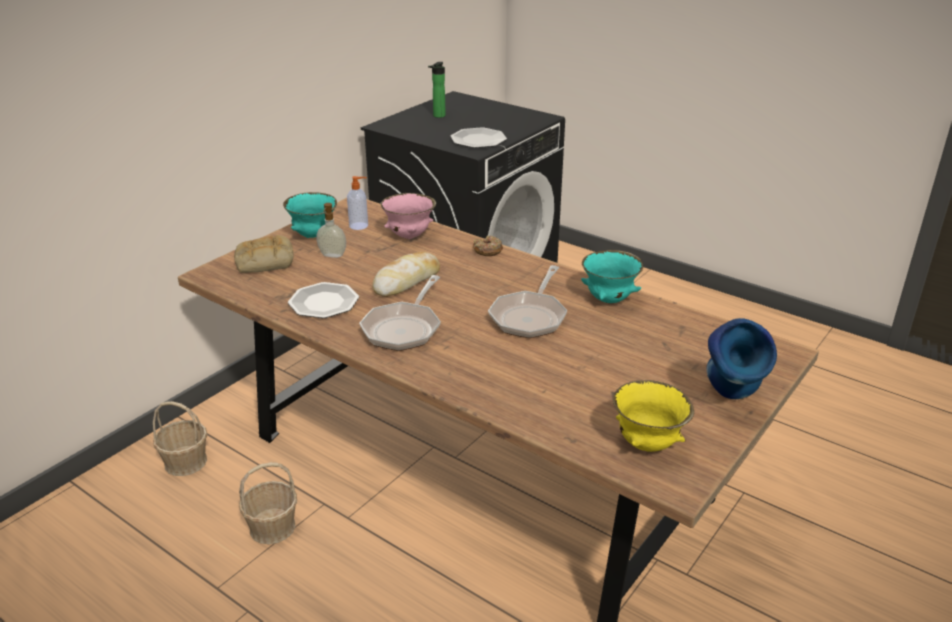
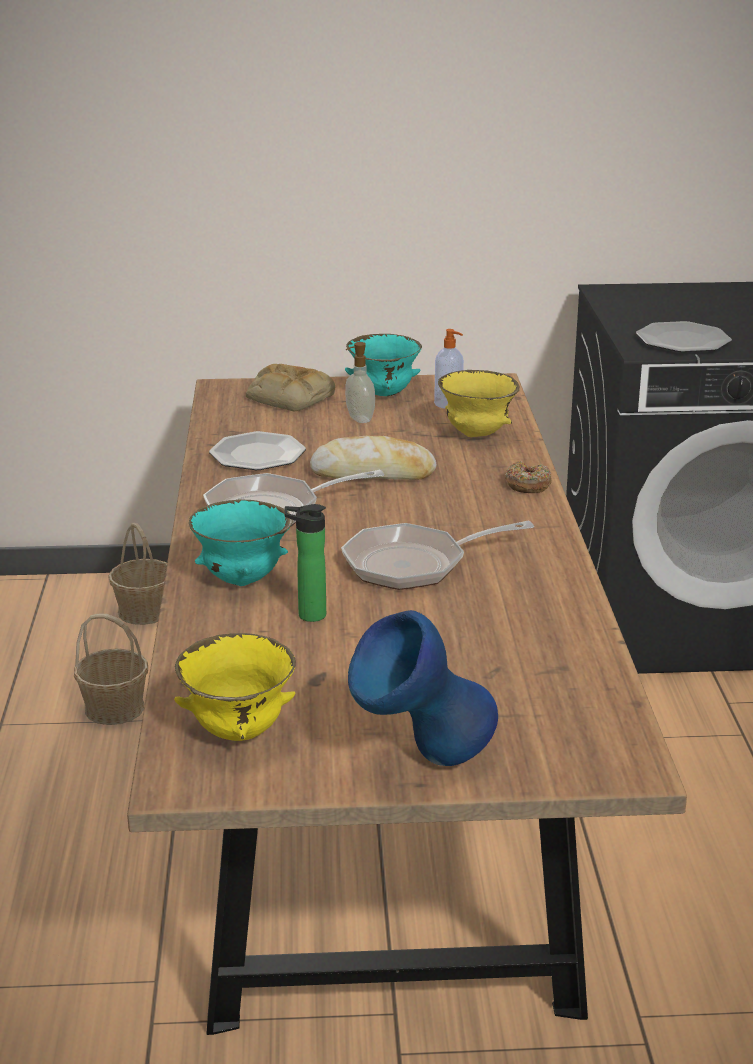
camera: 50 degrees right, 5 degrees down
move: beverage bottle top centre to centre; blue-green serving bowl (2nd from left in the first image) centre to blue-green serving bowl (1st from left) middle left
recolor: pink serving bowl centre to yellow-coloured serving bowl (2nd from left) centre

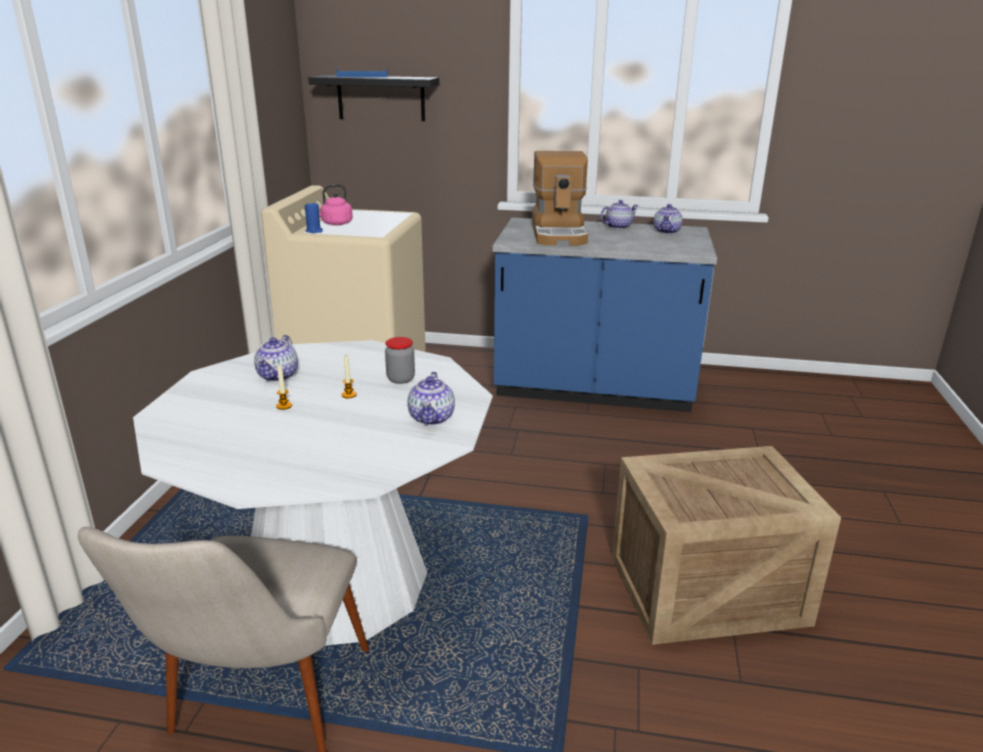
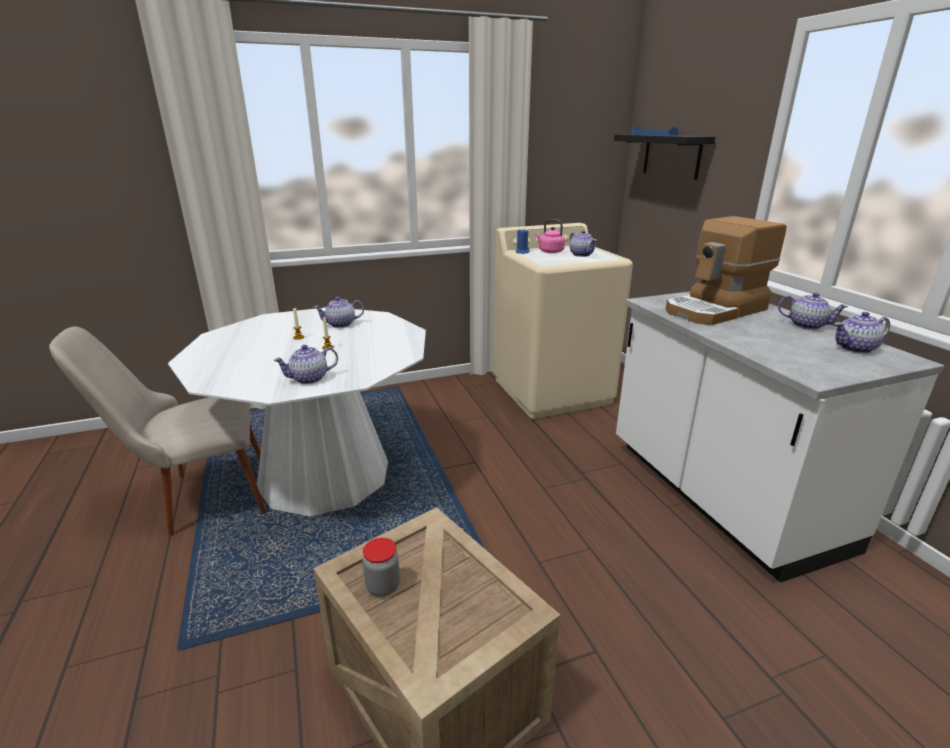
camera: 60 degrees right, 0 degrees up
insert: tea pot (3rd from left) top centre
move: jar centre to bottom centre
recolor: blue kitchen base unit centre to white-coloured kitchen base unit middle right

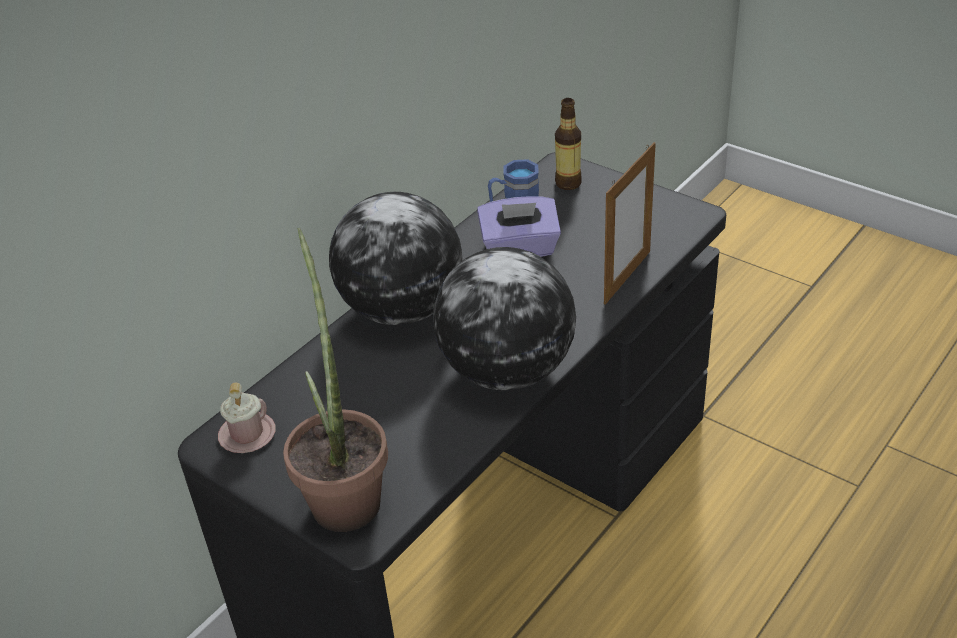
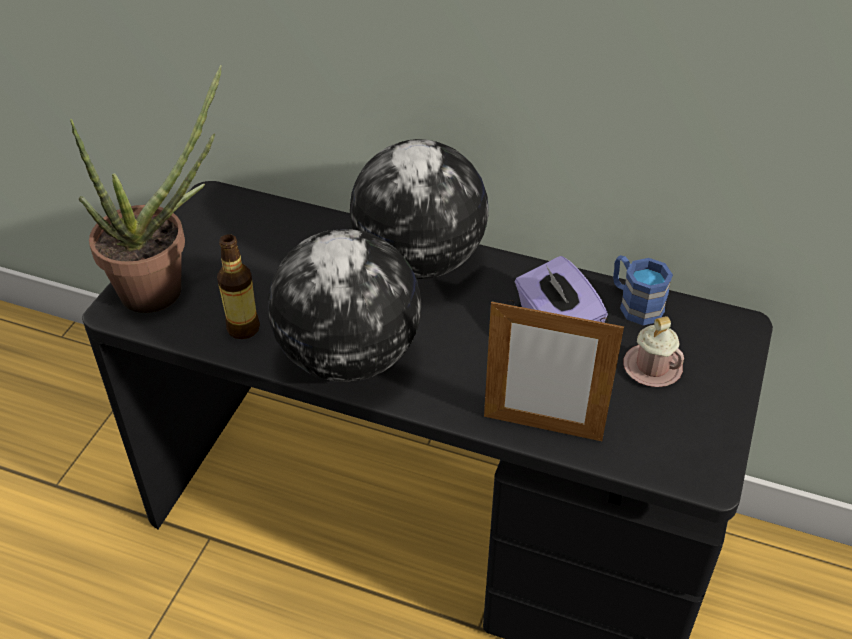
camera: 70 degrees right, 5 degrees up
move: pink tea mug middle left to middle right; beverage bottle top centre to middle left

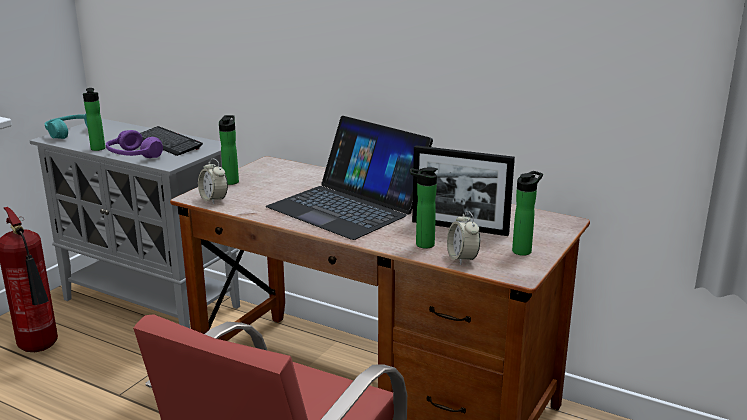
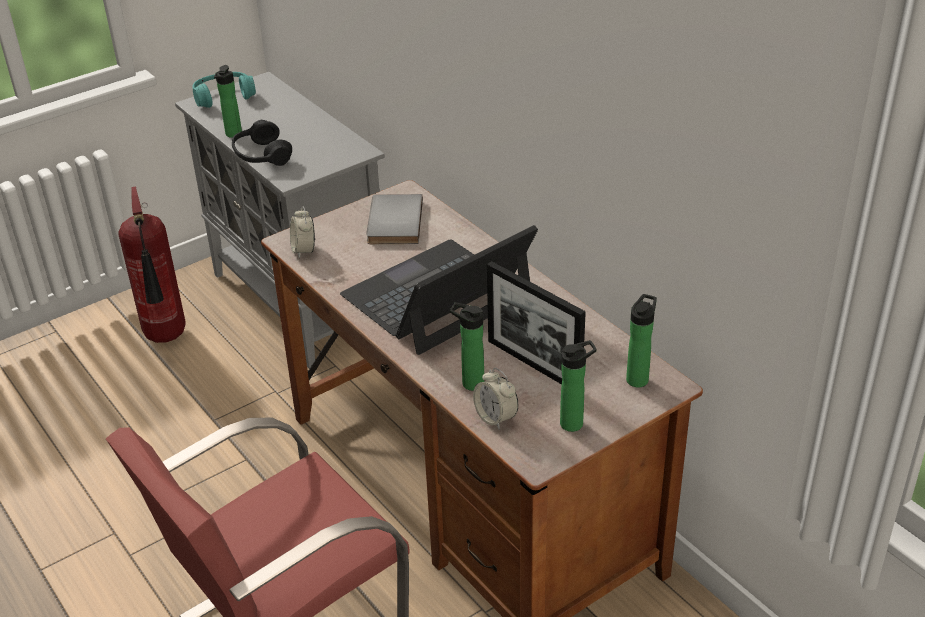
camera: 25 degrees right, 15 degrees up
delete: PC keyboard middle left
insert: greyish book centre
move: beverage bottle (2nd from left in the first image) middle left to beverage bottle (4th from left) middle right
recolor: purple headset middle left to black-coloured headset top left
rotate: portable computer centre = centre 75 degrees clockwise; table clock (2nd from left) centre = centre 45 degrees counterclockwise

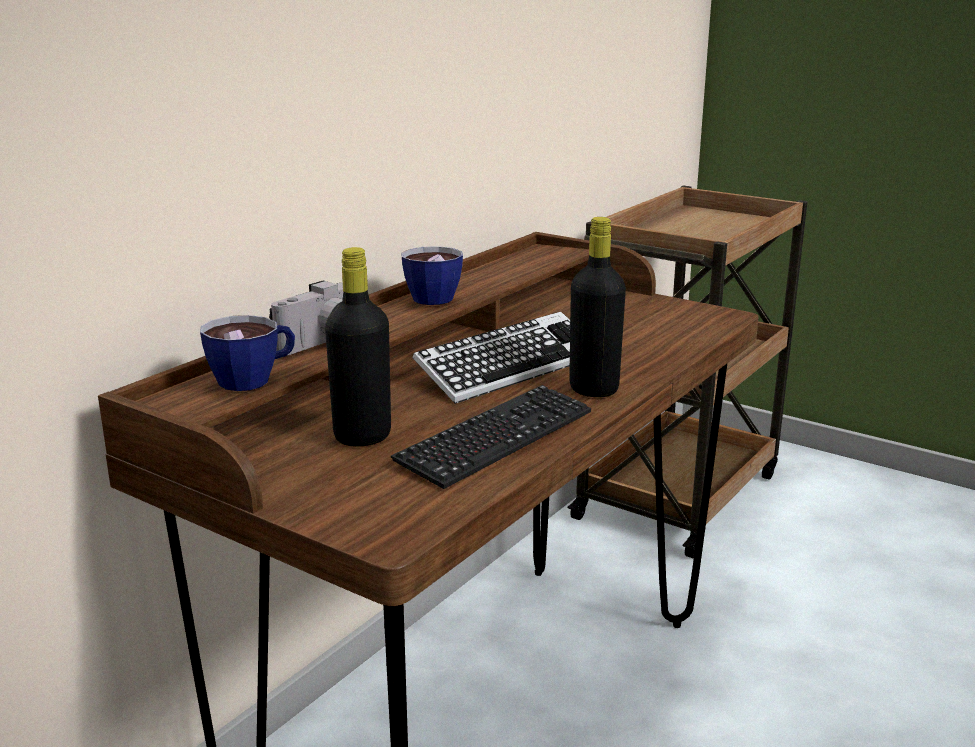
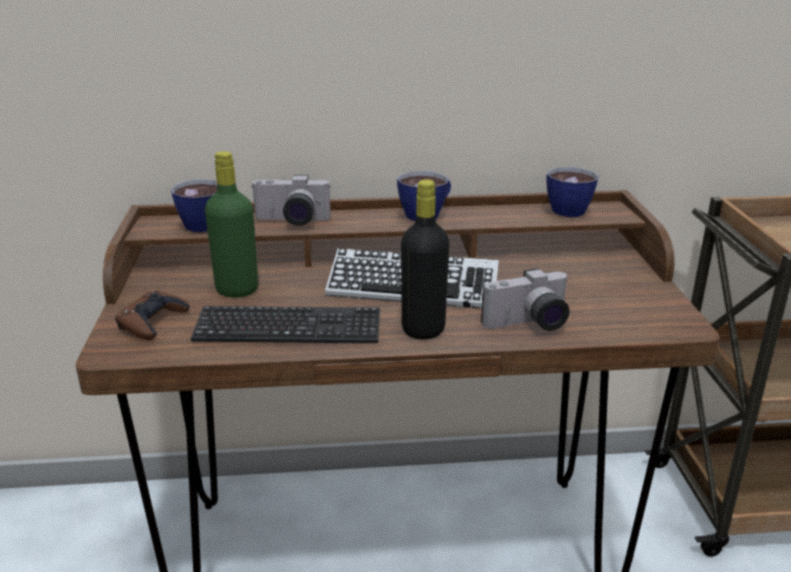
camera: 50 degrees right, 5 degrees up
insert: brown joypad middle left; still camera (2nd from left) centre; small cup (3rd from left) middle right
recolor: black-coloured beverage bottle (1st from left) centre to green-coloured beverage bottle middle left

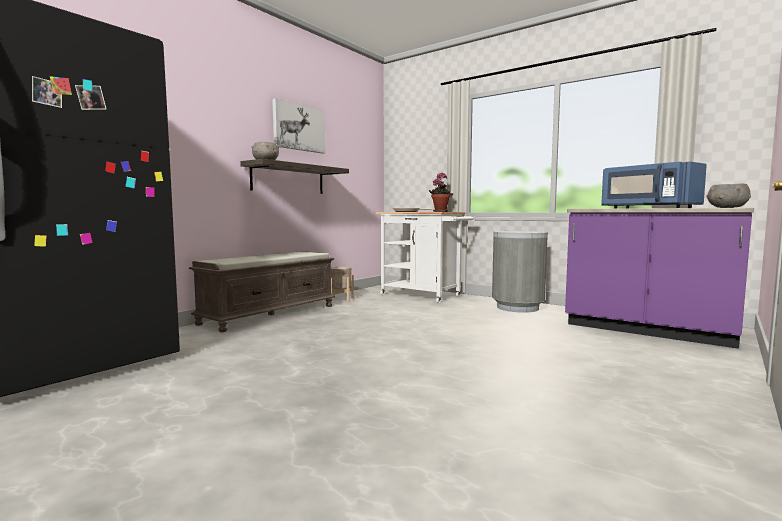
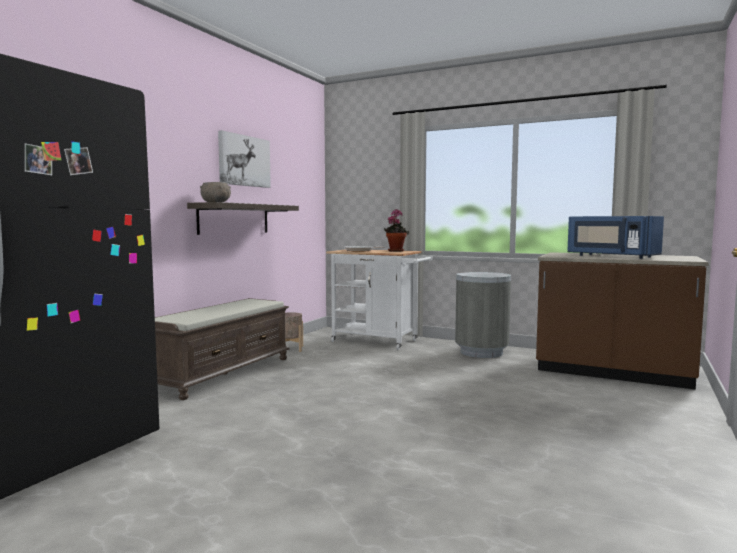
camera: 10 degrees left, 0 degrees up
delete: greyish serving bowl (2nd from left) middle right
recolor: purple kitchen base unit middle right to brown kitchen base unit middle right

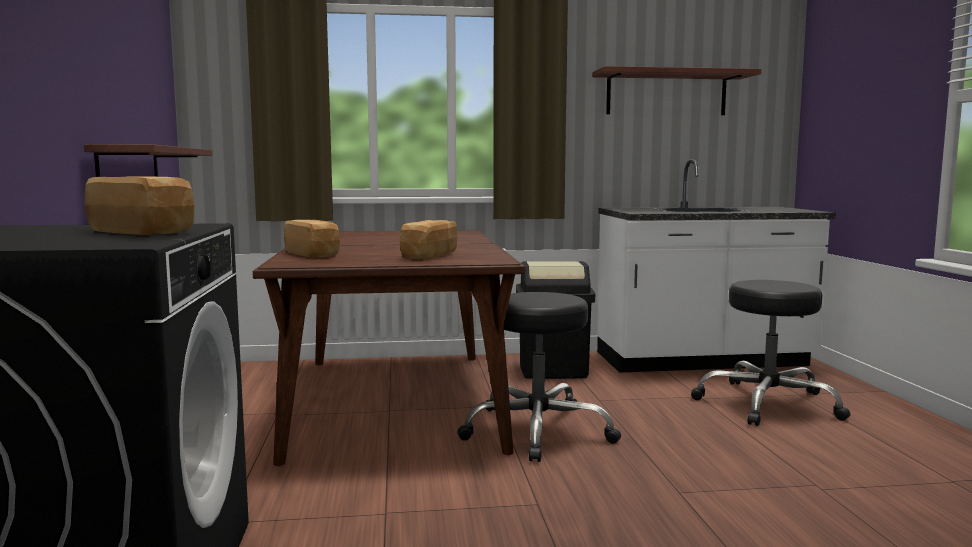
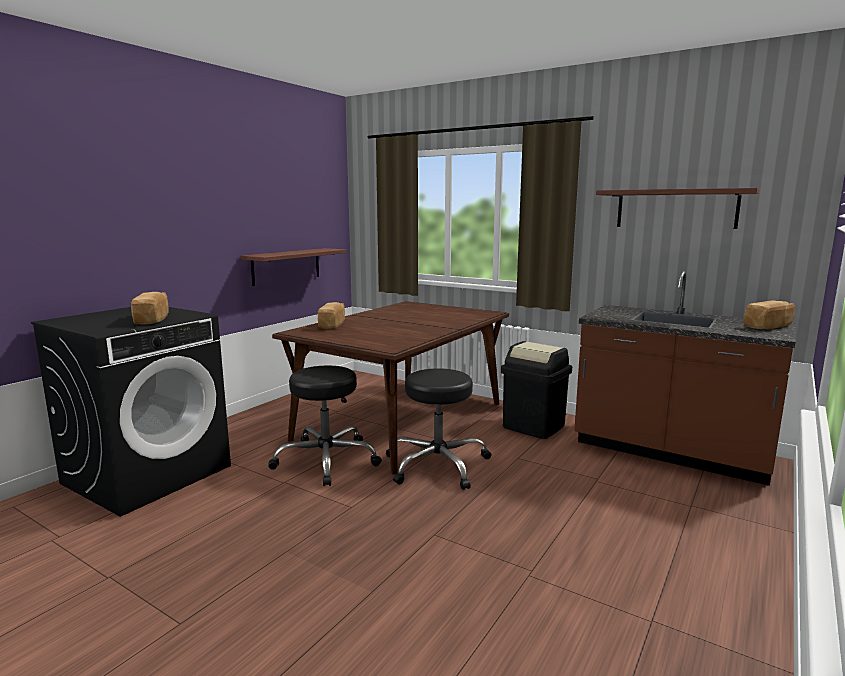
camera: 40 degrees right, 5 degrees up
move: bakery bread (3rd from left) centre to middle right; black-coloured stool seat (2nd from left in the first image) middle right to black-coloured stool seat (1st from left) centre
recolor: white-coloured kitchen base unit middle right to brown kitchen base unit middle right

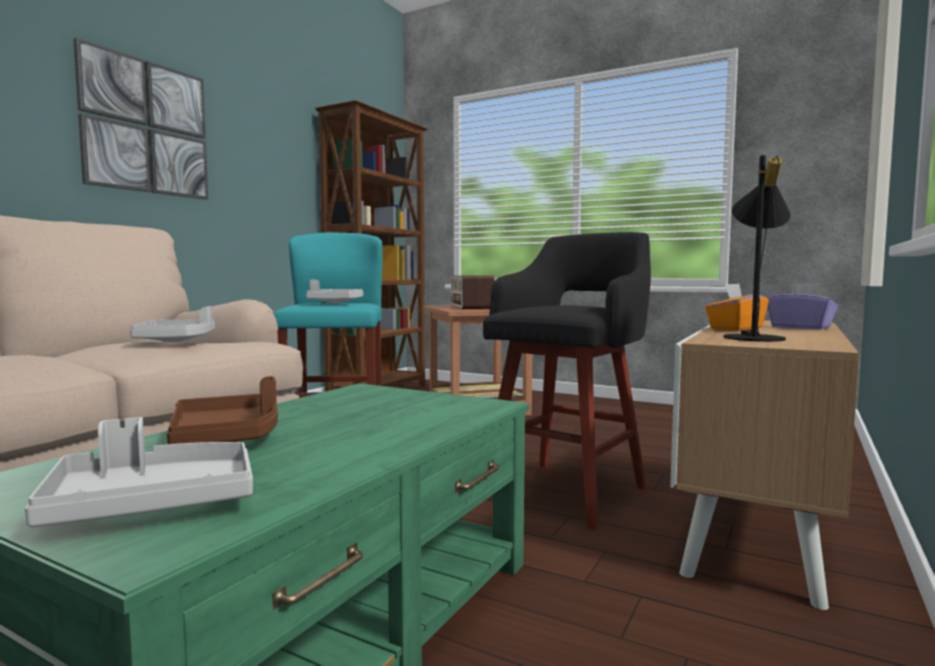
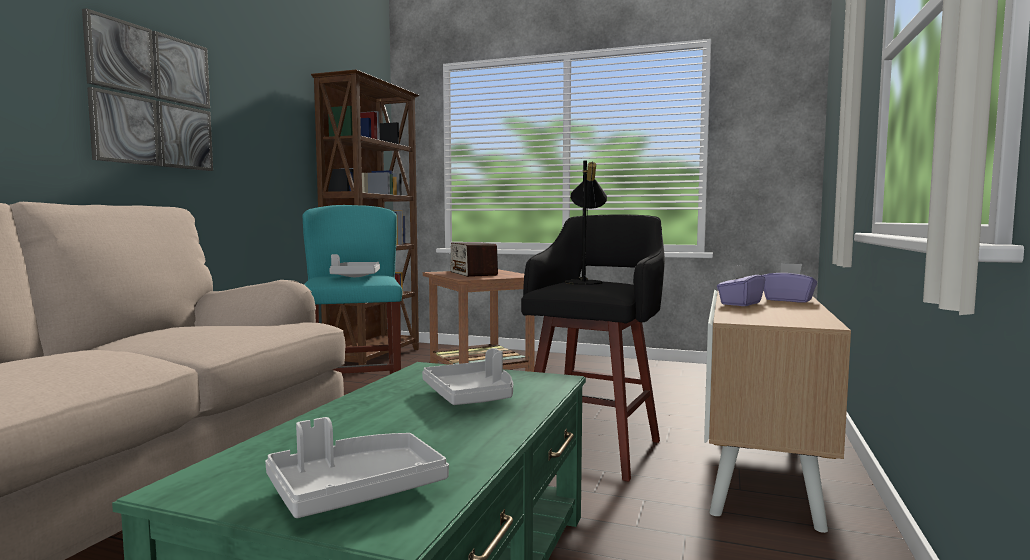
camera: 10 degrees left, 0 degrees up
delete: brown carrying tray middle left
move: greyish carrying tray (2nd from left in the first image) middle left to greyish carrying tray (3rd from left) bottom centre; black-coloured tabletop lamp middle right to centre
recolor: orange-coloured tissue holder middle right to purple tissue holder (1st from left) middle right

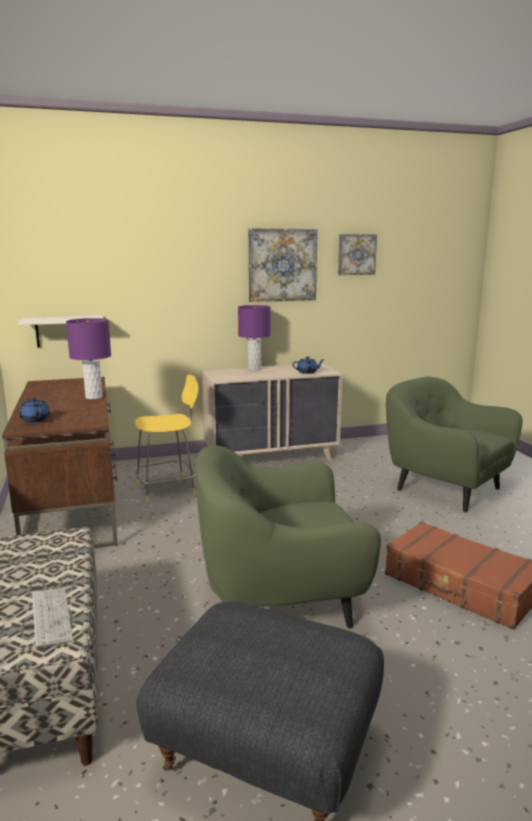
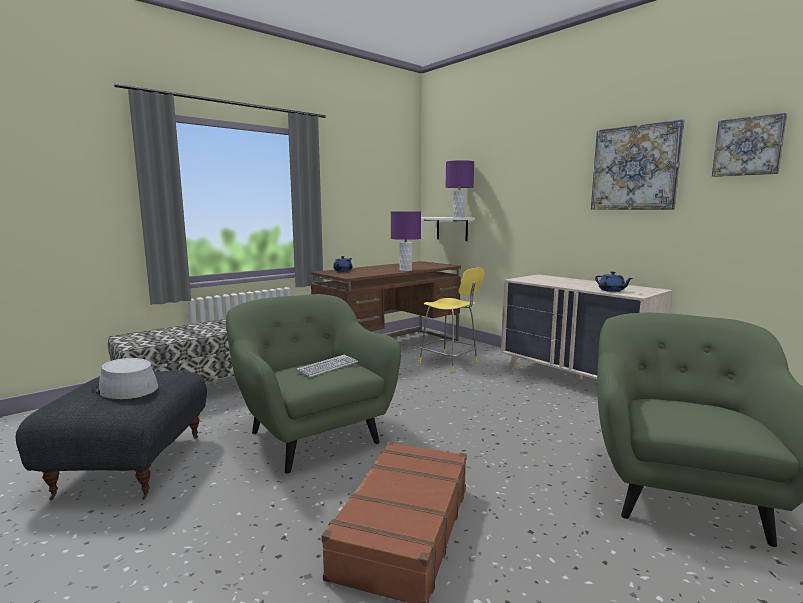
camera: 65 degrees right, 5 degrees down
insert: greyish wearable hat middle left
move: PC keyboard bottom left to centre; purple tabletop lamp (2nd from left) centre to top centre

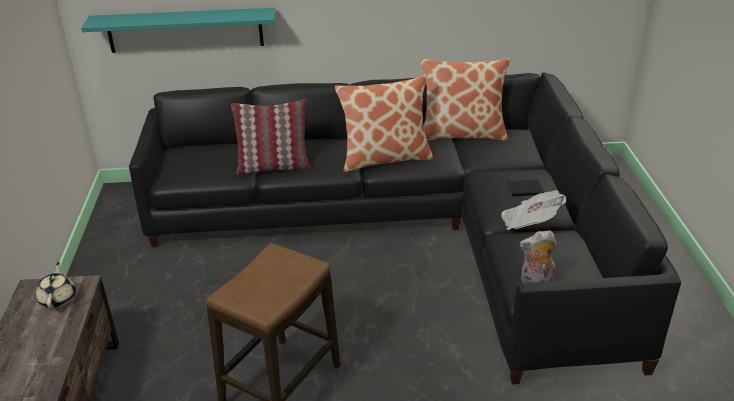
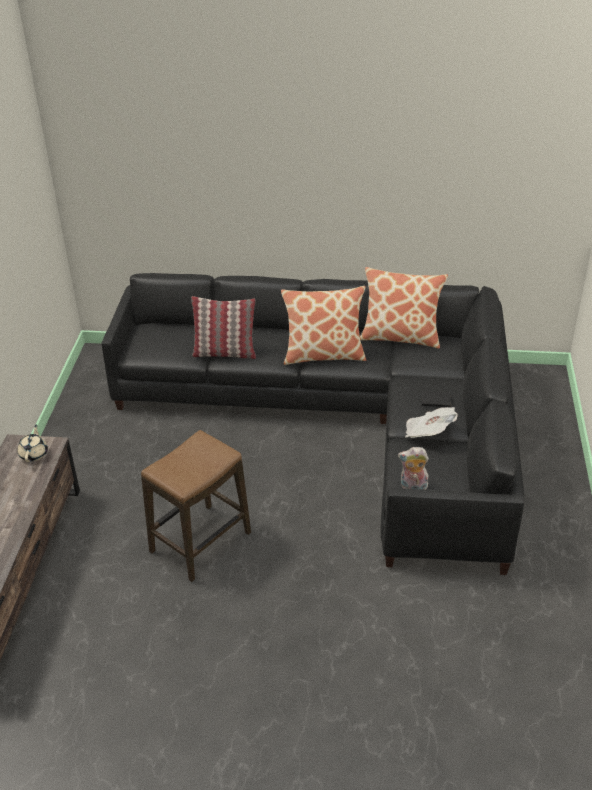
camera: 10 degrees right, 5 degrees up
delete: blue-green shelf top left

